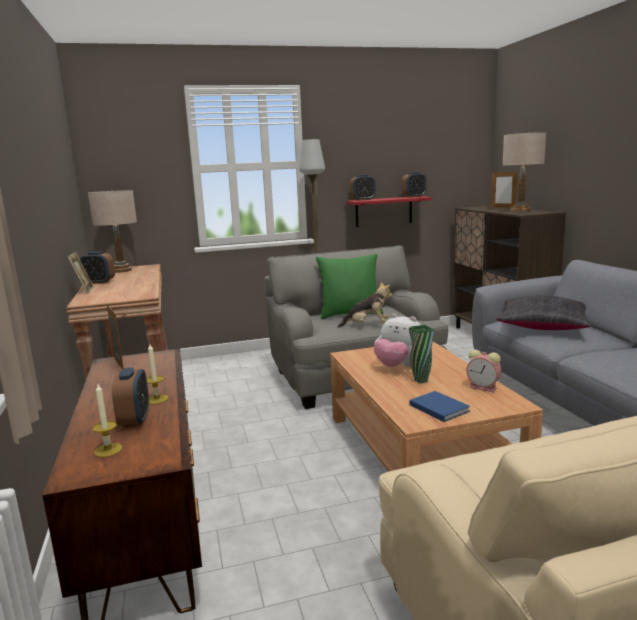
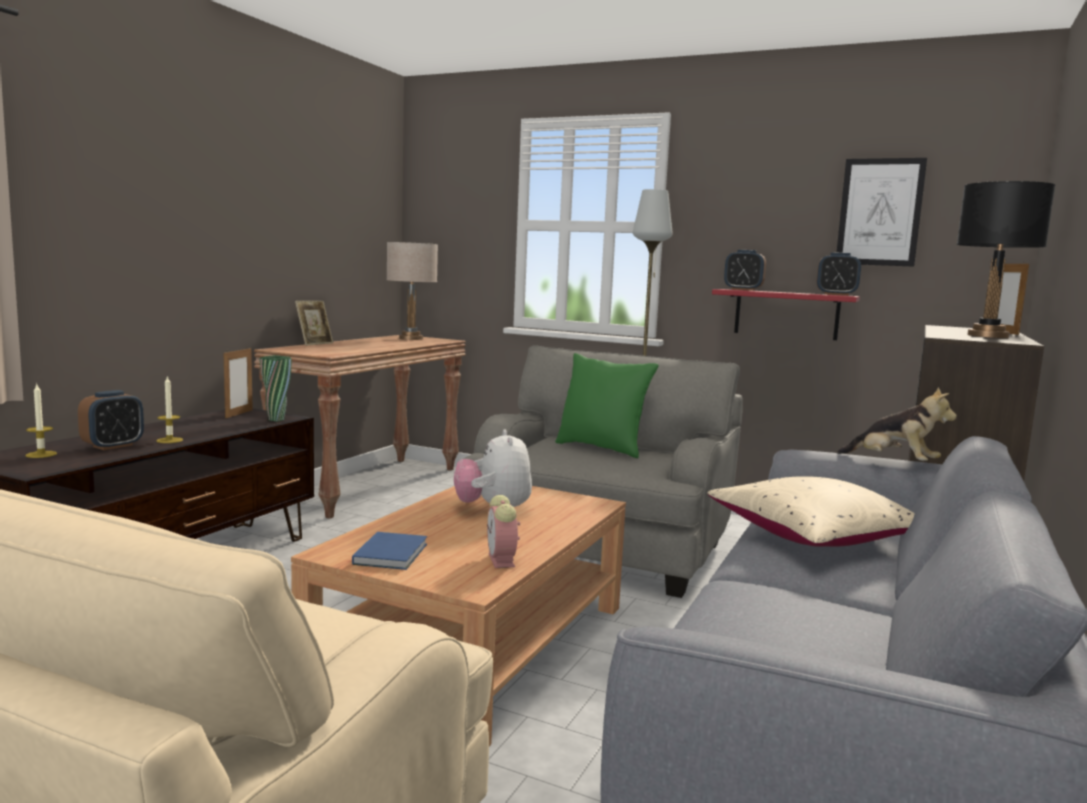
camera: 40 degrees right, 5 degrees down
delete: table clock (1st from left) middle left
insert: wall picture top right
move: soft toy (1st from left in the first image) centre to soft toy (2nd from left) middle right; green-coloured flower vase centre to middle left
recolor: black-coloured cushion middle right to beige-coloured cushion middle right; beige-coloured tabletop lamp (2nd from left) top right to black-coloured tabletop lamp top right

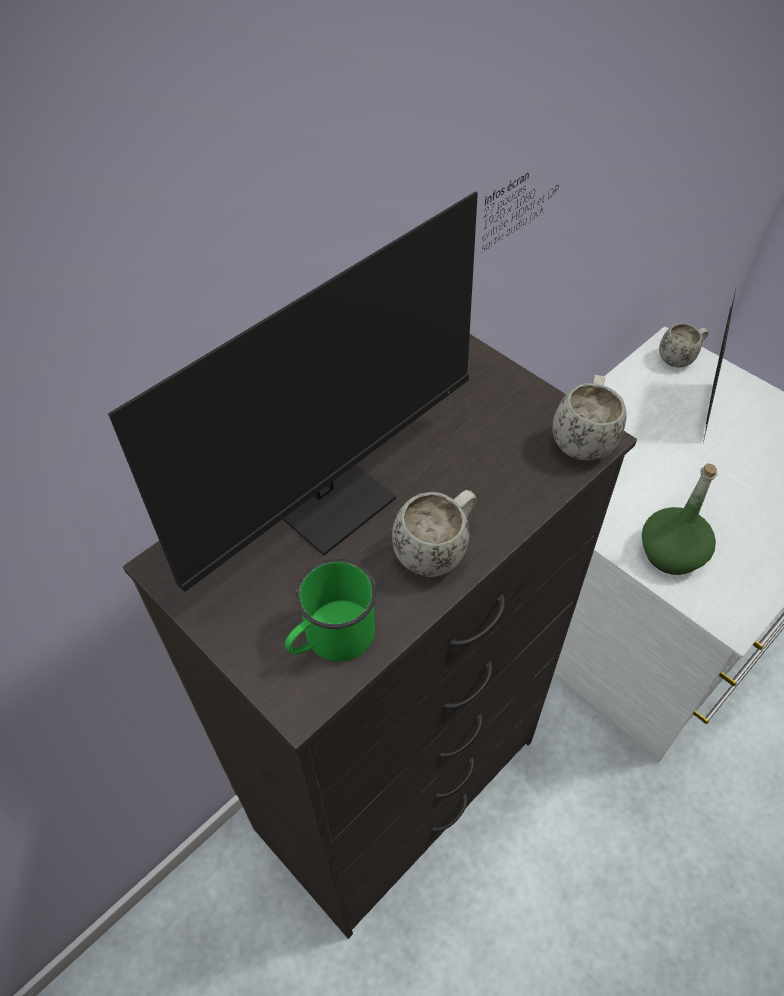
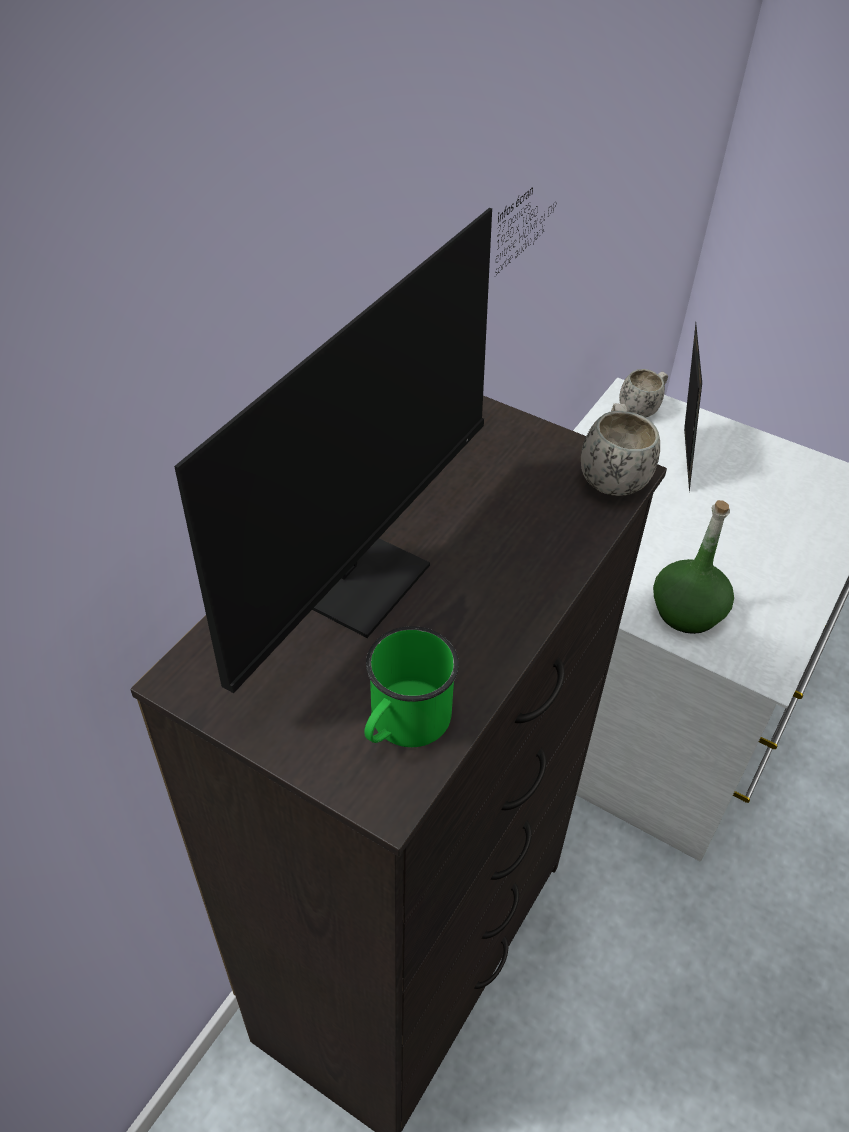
camera: 15 degrees left, 5 degrees down
delete: white-coloured tea mug (1st from left) centre

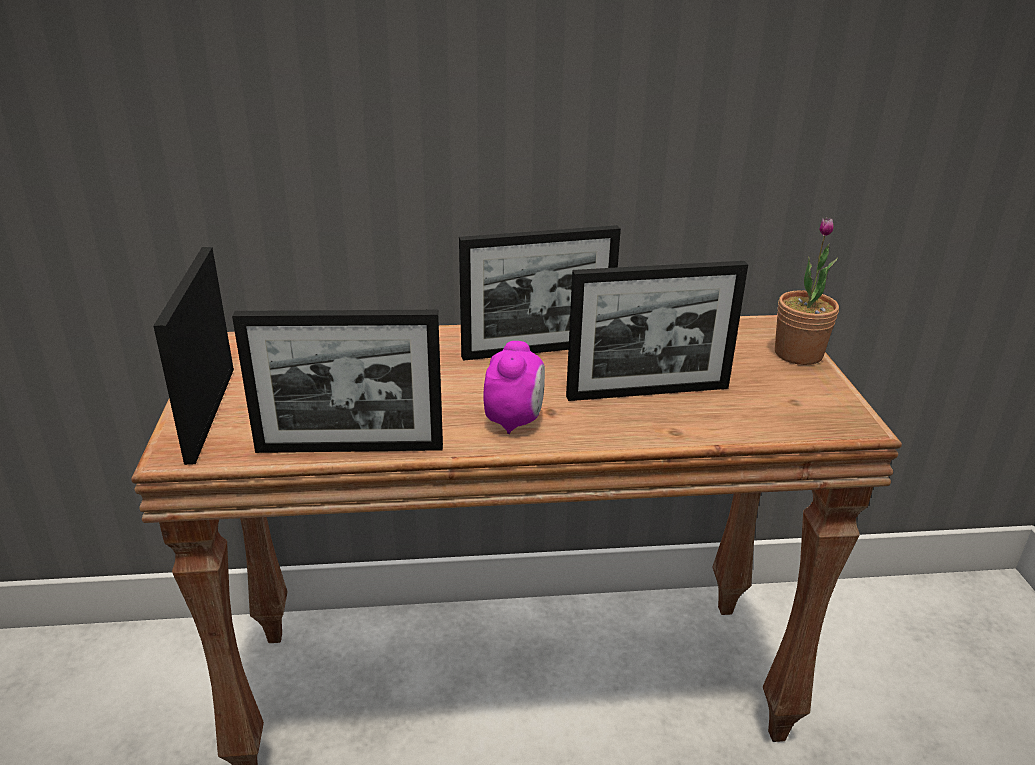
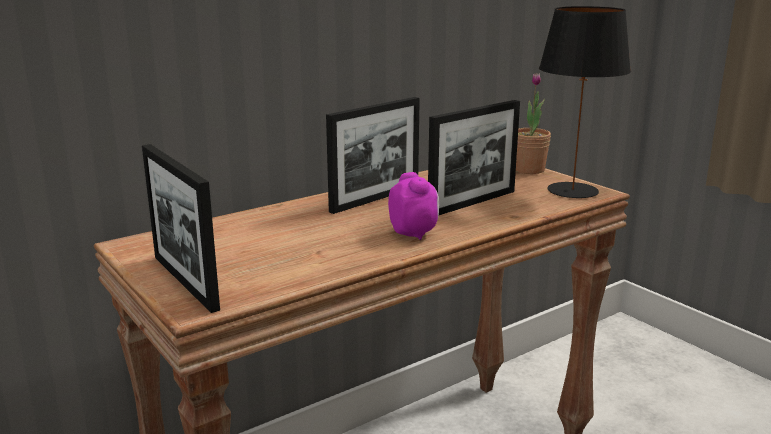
camera: 30 degrees left, 10 degrees down
delete: standing frame (2nd from left) middle left
insert: black-coloured tabletop lamp top right

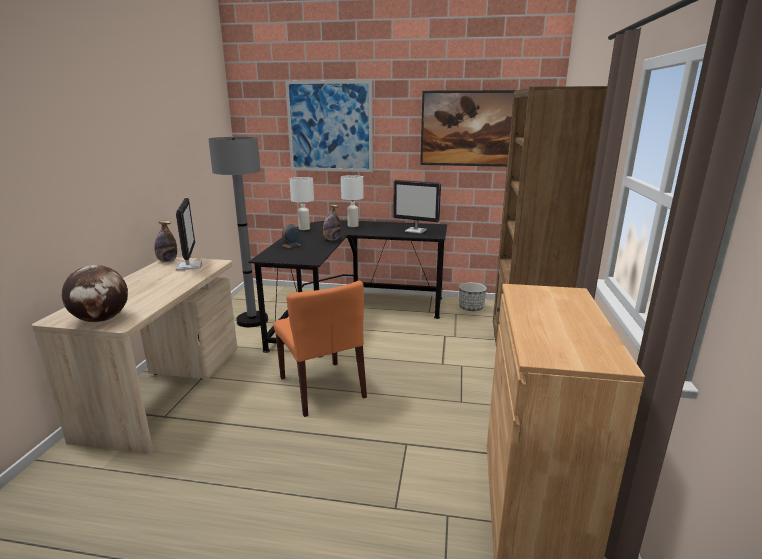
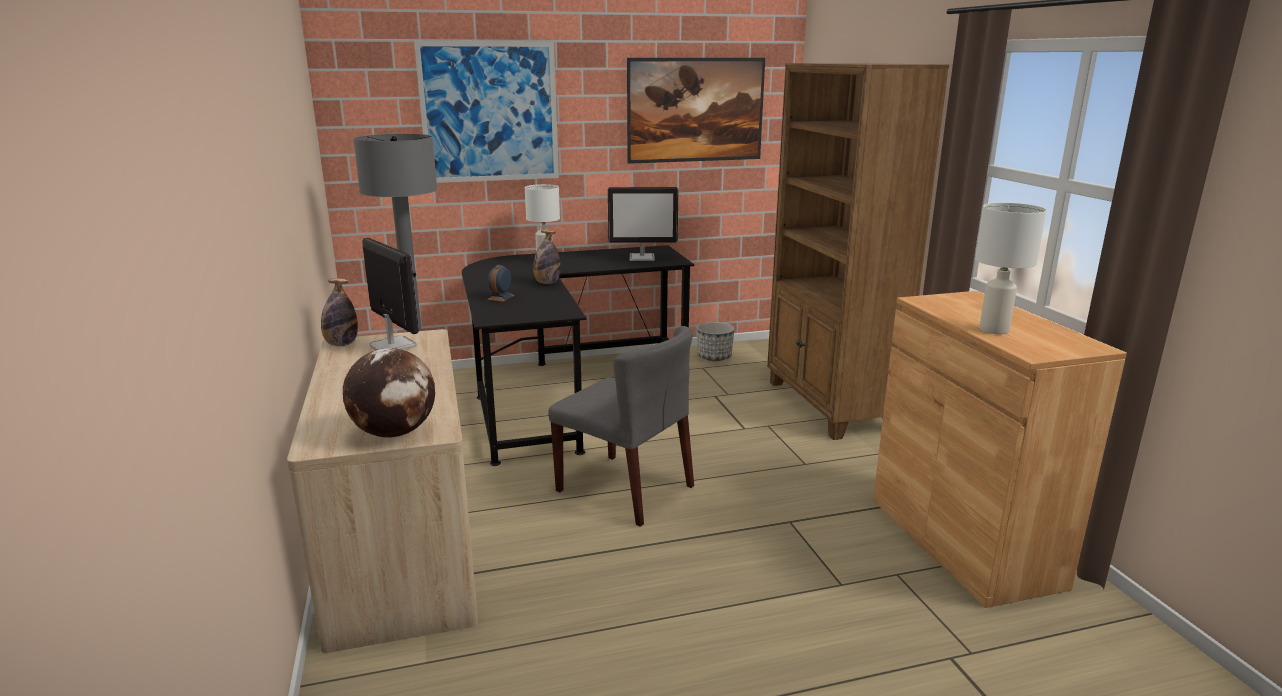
camera: 25 degrees left, 0 degrees up
move: white-coloured tabletop lamp (1st from left in the first image) centre to white-coloured tabletop lamp (2nd from left) middle right
recolor: orange-coloured upright chair centre to greyish upright chair centre

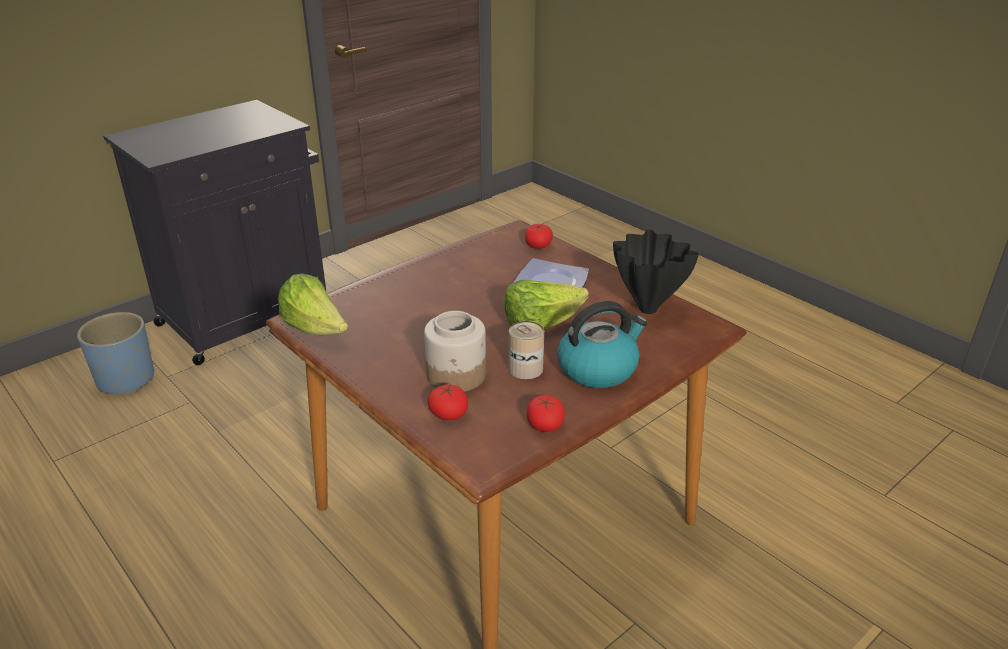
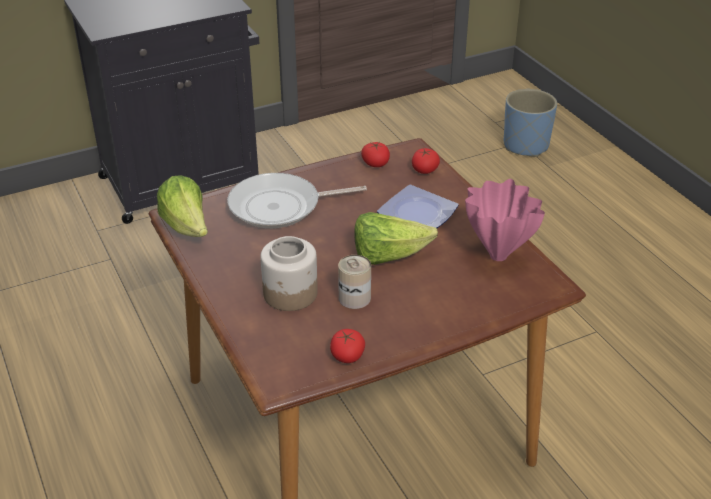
camera: 15 degrees right, 5 degrees up
delete: kettle centre
insert: skillet centre
move: blue planter middle left to top right; whole tomato (1st from left in the first image) centre to whole tomato (2nd from left) top centre
recolor: black-coloured flower vase centre to pink flower vase middle right

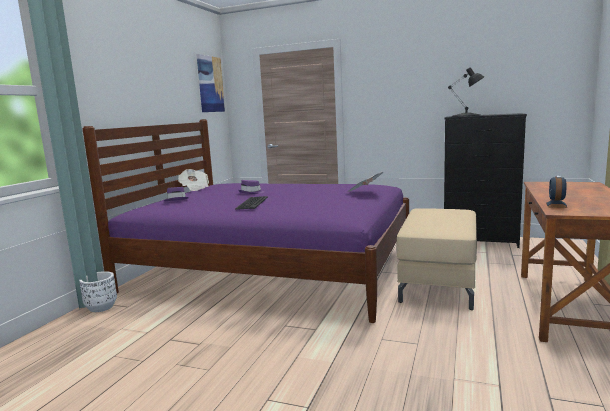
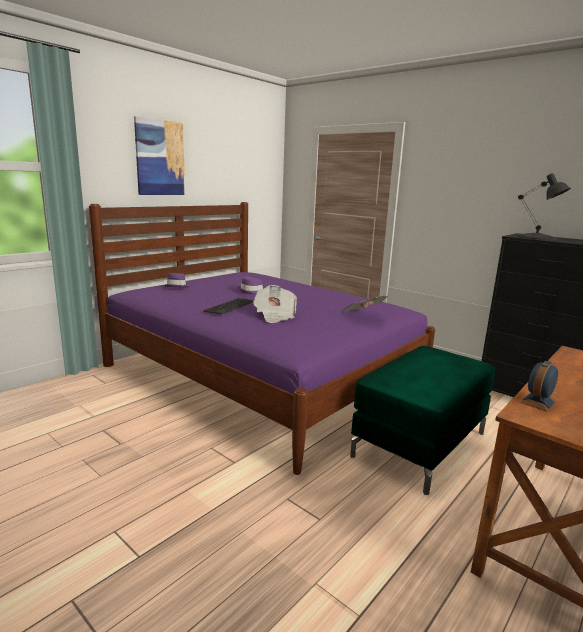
camera: 20 degrees right, 5 degrees up
delete: white-coloured planter bottom left
move: newspaper (1st from left) middle left to centre; wall picture top centre to top left
recolor: beige-coloured footrest middle right to green-coloured footrest middle right

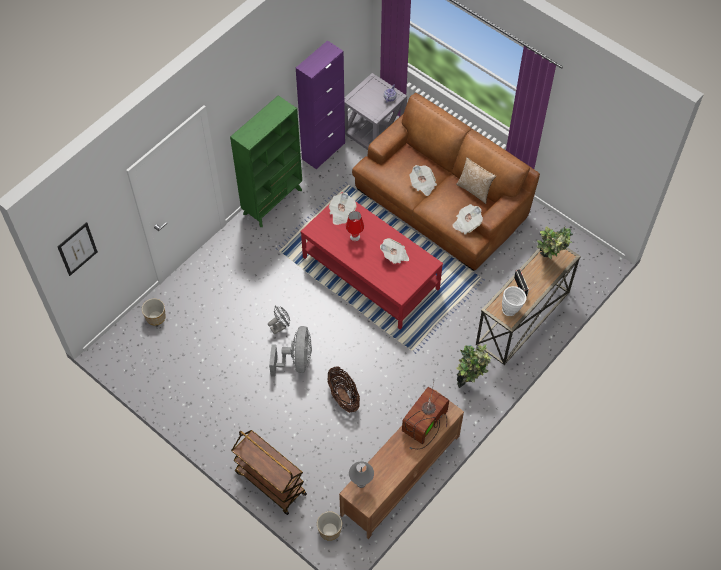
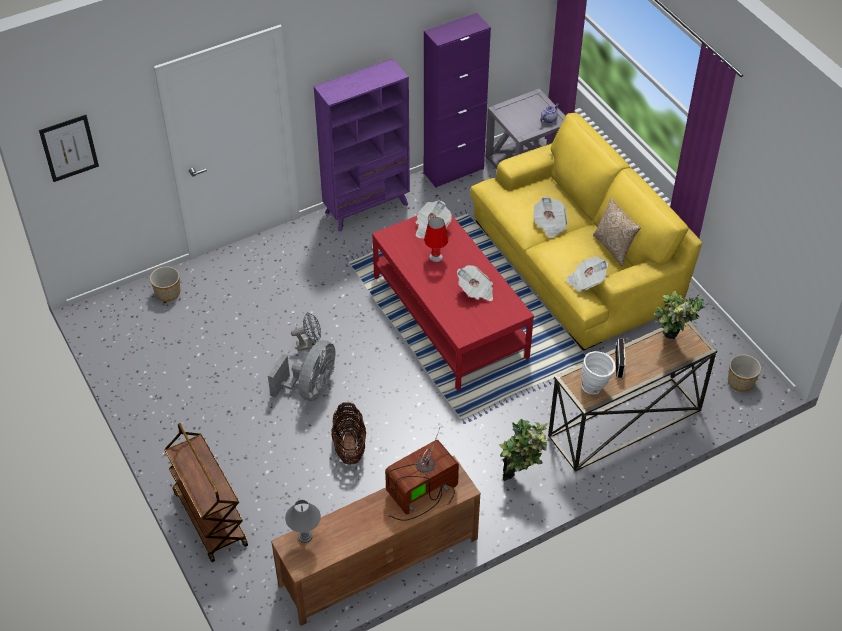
camera: 20 degrees right, 10 degrees down
move: planter (2nd from left) bottom centre to middle right
recolor: green-coloured bookcase top centre to purple bookcase top centre; brown settee top centre to yellow-coloured settee middle right

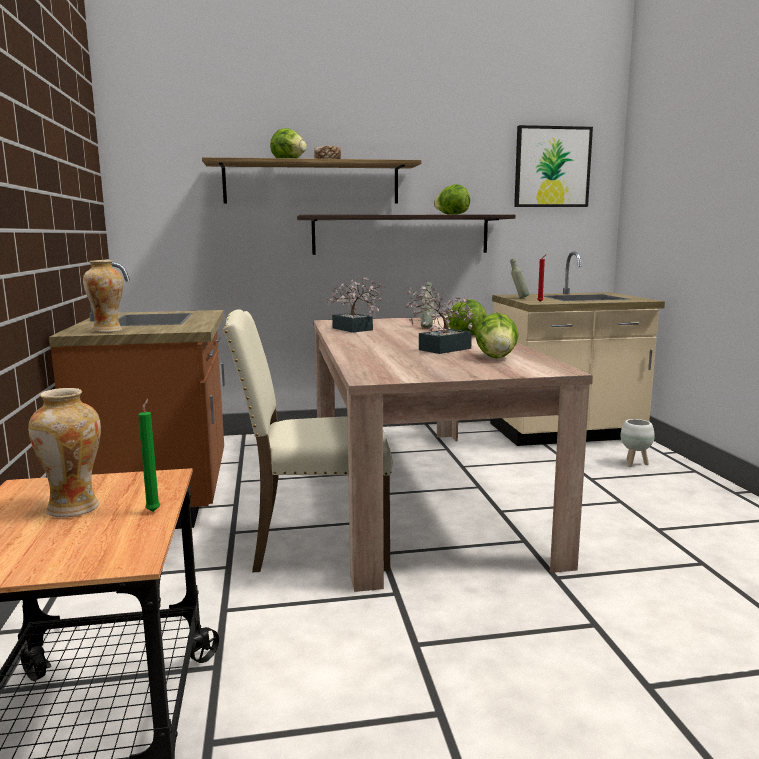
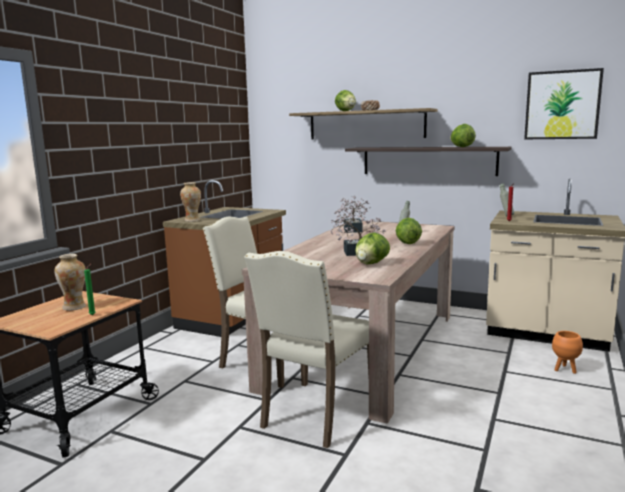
camera: 35 degrees right, 0 degrees up
insert: beige-coloured upright chair (2nd from left) bottom centre
recolor: white-coloured planter middle right to orange-coloured planter bottom right

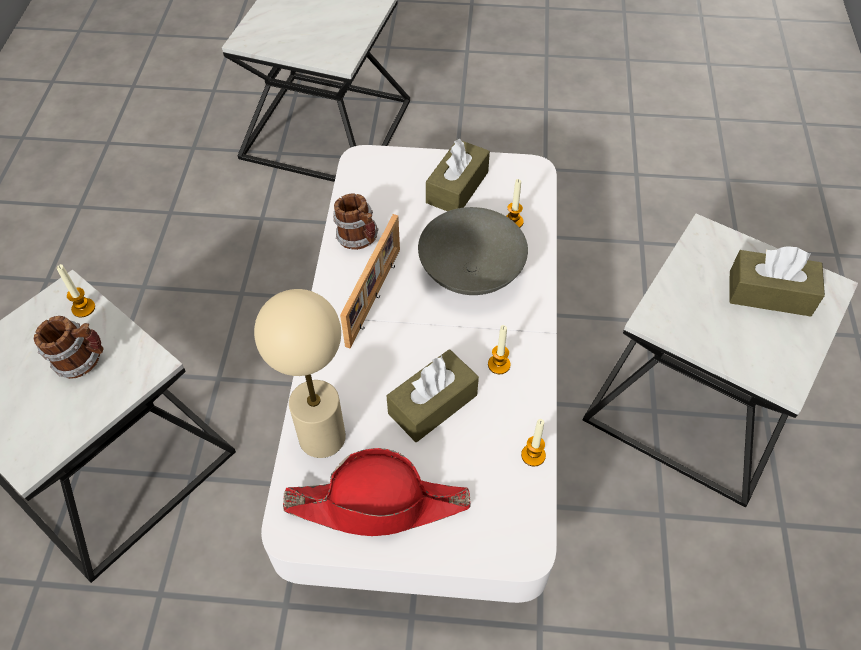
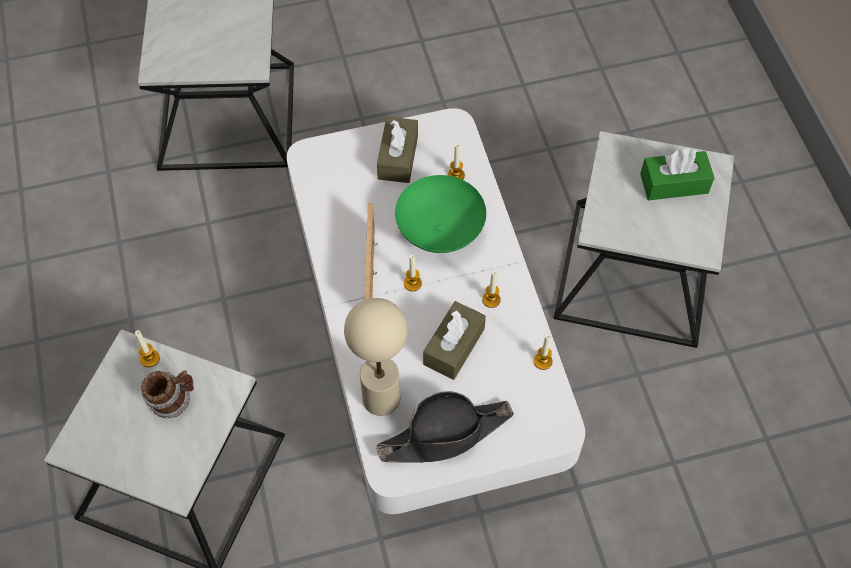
camera: 20 degrees left, 5 degrees up
delete: tea mug (2nd from left) centre
insert: wax candle (2nd from left) centre
recolor: reddish wearable hat bottom centre to black-coloured wearable hat bottom centre; greyish serving bowl centre to green-coloured serving bowl centre; brown tissue holder (3rd from left) middle right to green-coloured tissue holder top right

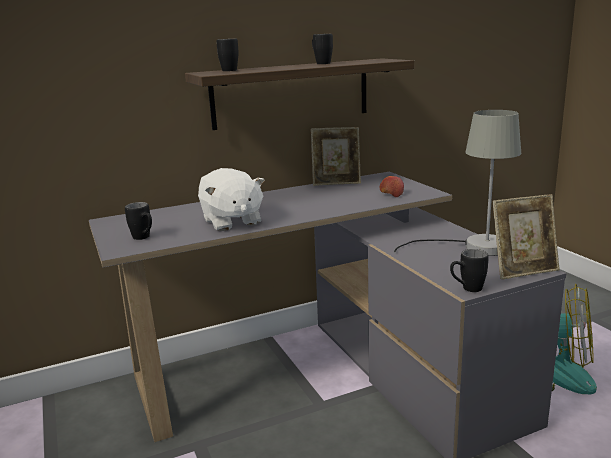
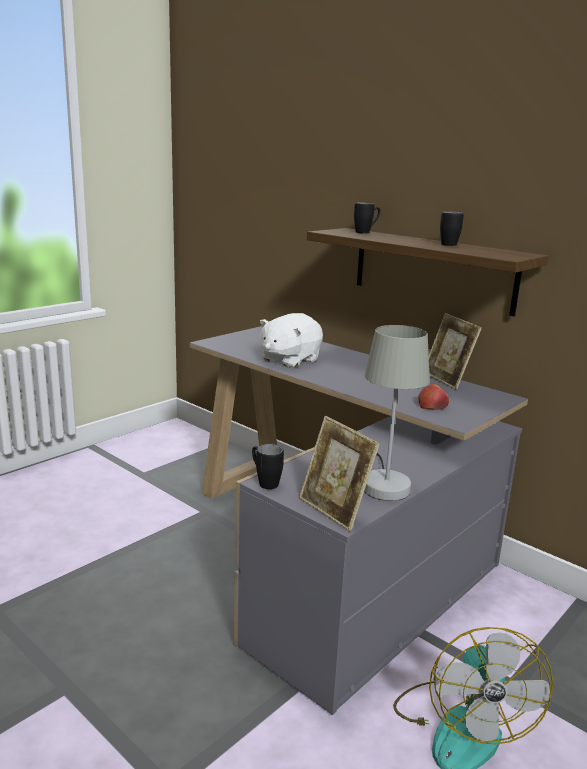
camera: 65 degrees right, 0 degrees up
delete: black-coloured tea mug (1st from left) middle left

